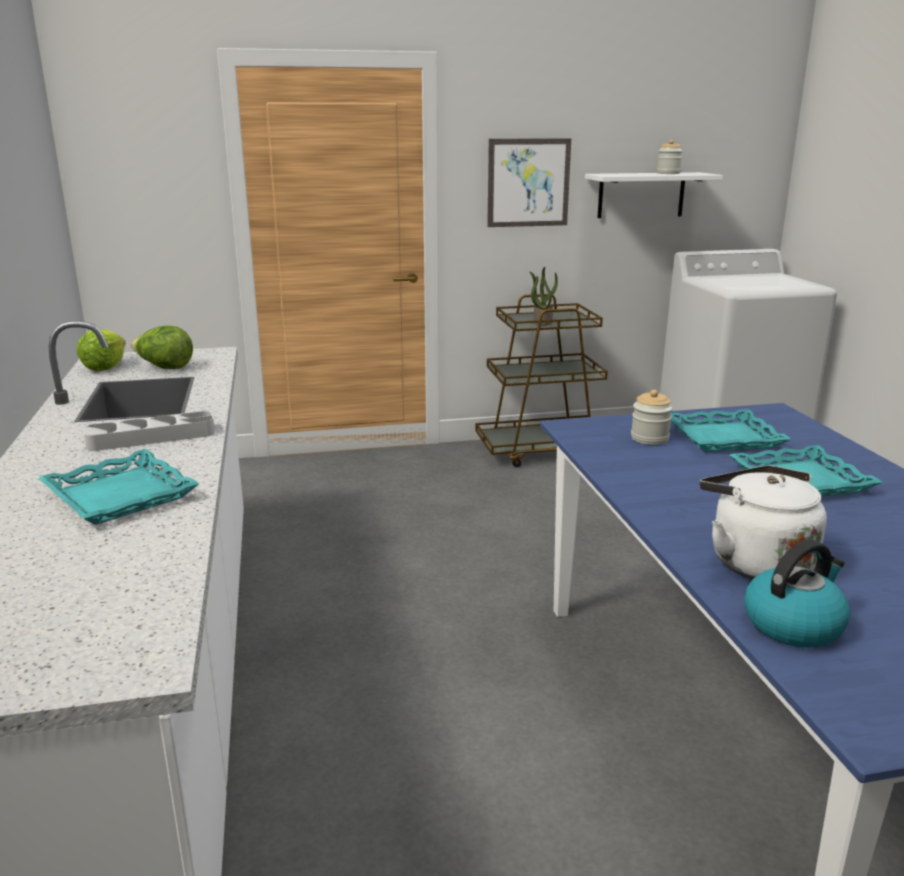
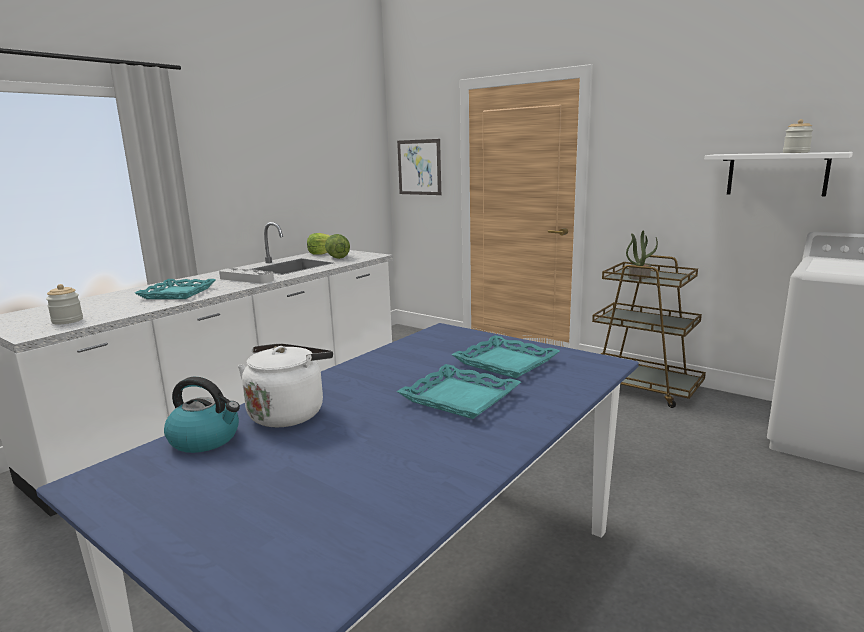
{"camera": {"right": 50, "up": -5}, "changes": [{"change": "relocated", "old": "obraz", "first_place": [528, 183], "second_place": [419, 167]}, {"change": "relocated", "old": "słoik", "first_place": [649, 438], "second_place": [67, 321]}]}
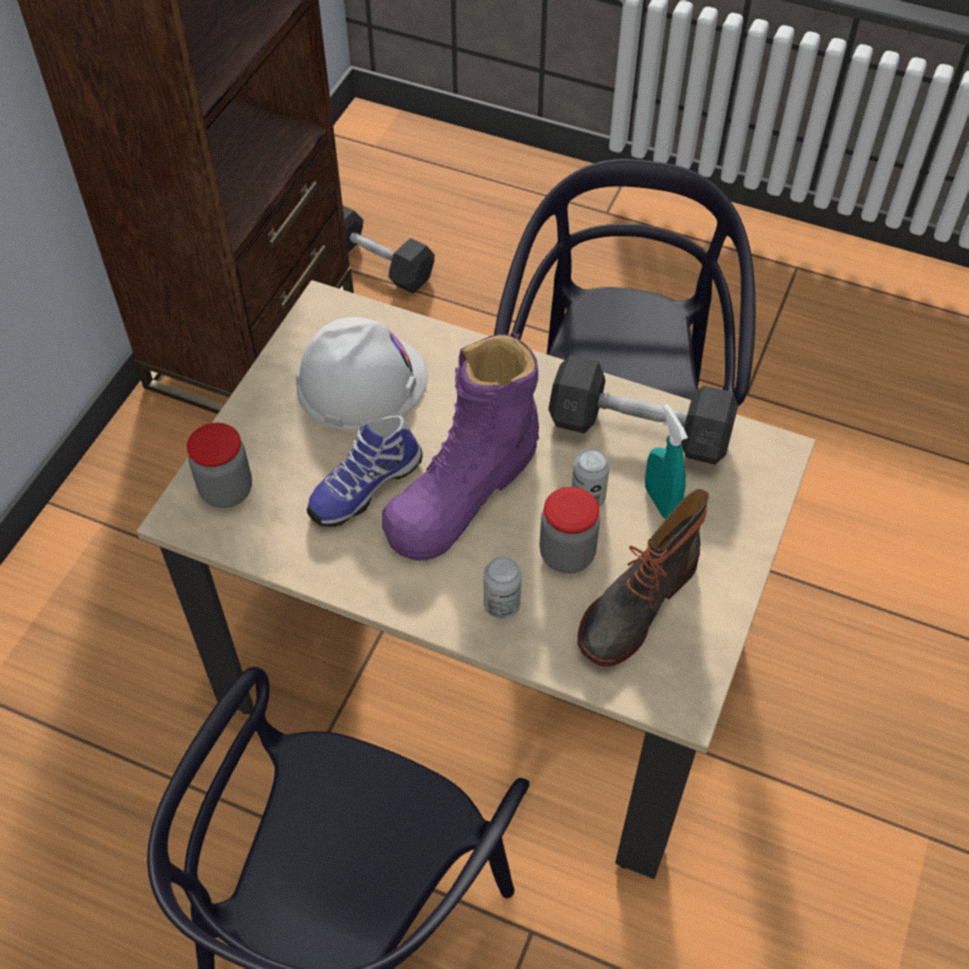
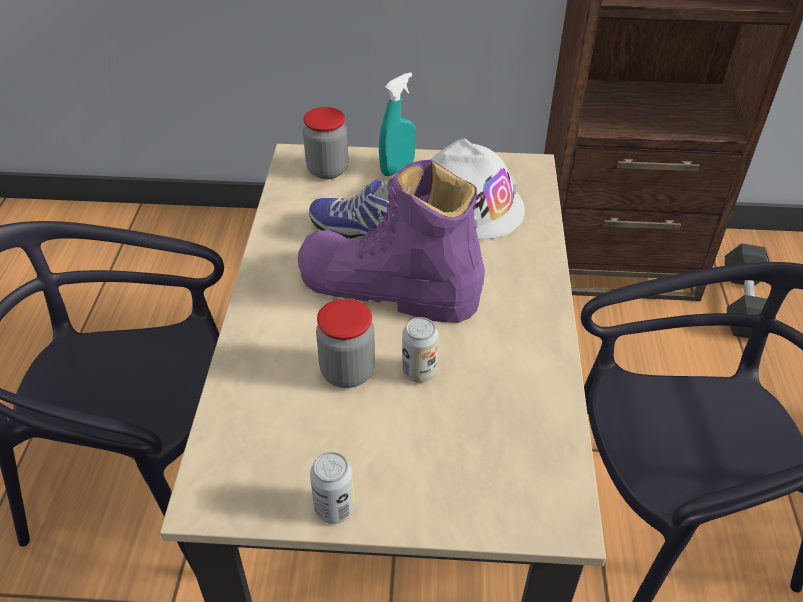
{"camera": {"right": 70, "up": -10}, "changes": [{"change": "relocated", "old": "puszka", "first_place": [501, 605], "second_place": [334, 508]}, {"change": "missing", "old": "hantel (szary)", "first_place": [639, 430]}, {"change": "missing", "old": "but z cholewką", "first_place": [635, 604]}, {"change": "relocated", "old": "spryskiwacz (turkusowy)", "first_place": [660, 502], "second_place": [397, 169]}]}
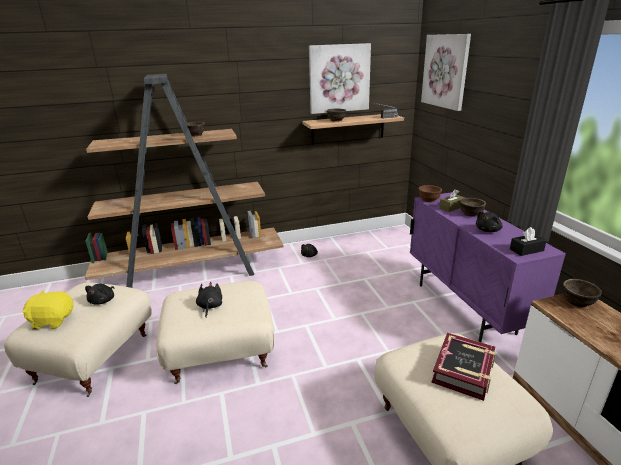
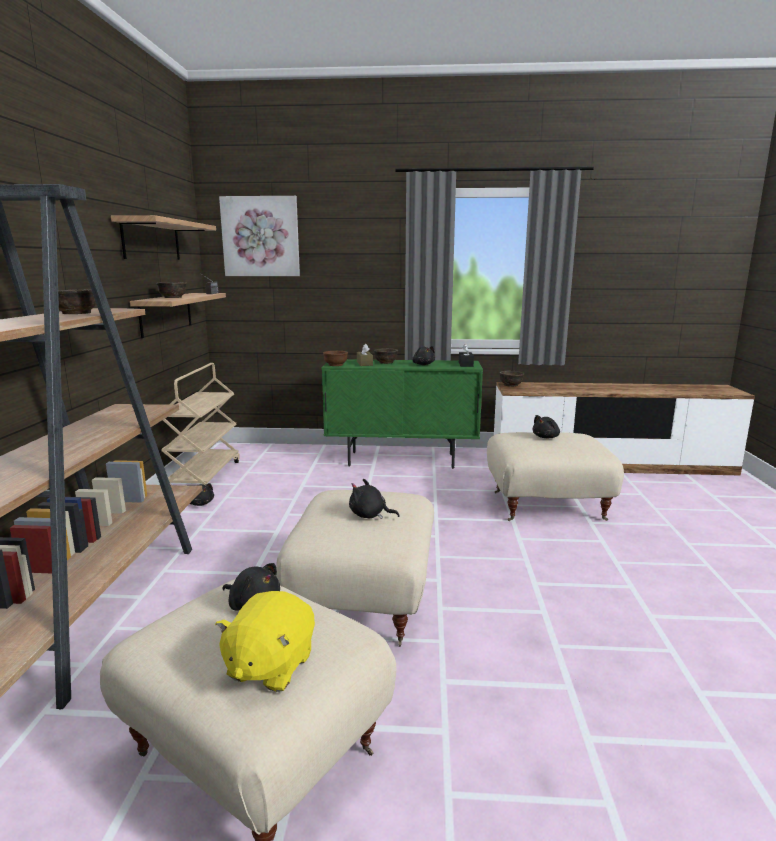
{"camera": {"right": -70, "up": -10}, "changes": [{"change": "exchanged", "old": "obraz", "new": "półka", "first_place": [339, 78], "second_place": [152, 240]}, {"change": "colour", "old": "szafka (fioletowy)", "new": "szafka (zielony)", "first_place": [464, 308], "second_place": [402, 460]}, {"change": "exchanged", "old": "książka", "new": "pluszak (czarny)", "first_place": [464, 370], "second_place": [546, 437]}, {"change": "appeared", "new": "wózek (beżowy)", "second_place": [204, 476]}]}
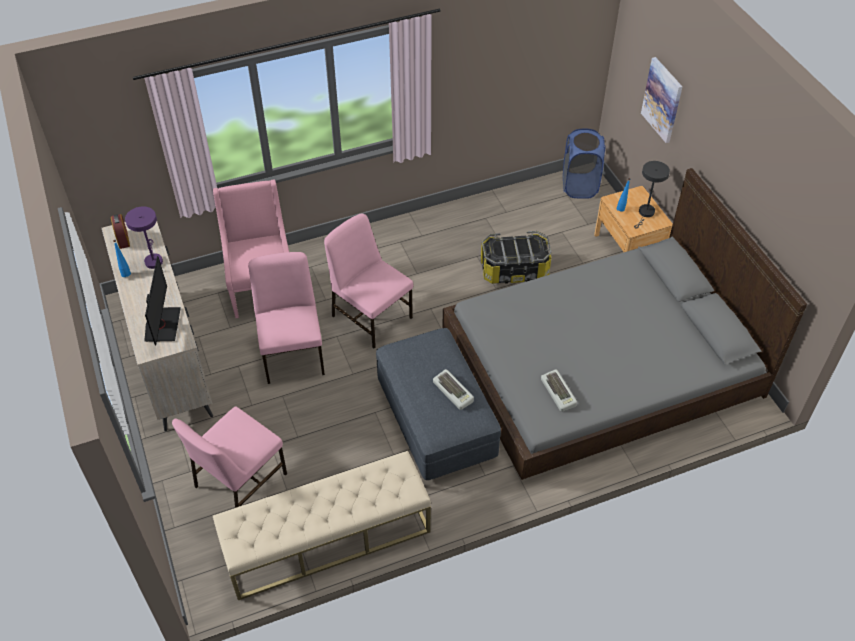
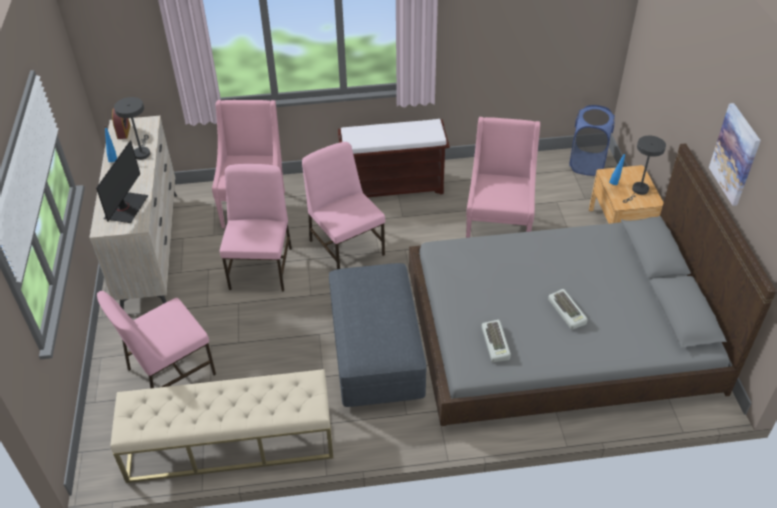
{"camera": {"right": 15, "up": -5}, "changes": [{"change": "colour", "old": "lampa stołowa (fioletowy)", "new": "lampa stołowa (szary)", "first_place": [153, 259], "second_place": [142, 152]}, {"change": "relocated", "old": "klawiatura", "first_place": [454, 391], "second_place": [568, 311]}, {"change": "exchanged", "old": "pojemnik do przechowywania", "new": "fotel (różowy)", "first_place": [514, 270], "second_place": [498, 228]}, {"change": "relocated", "old": "obraz", "first_place": [662, 100], "second_place": [735, 154]}, {"change": "appeared", "new": "ławka (brązowy)", "second_place": [394, 186]}]}
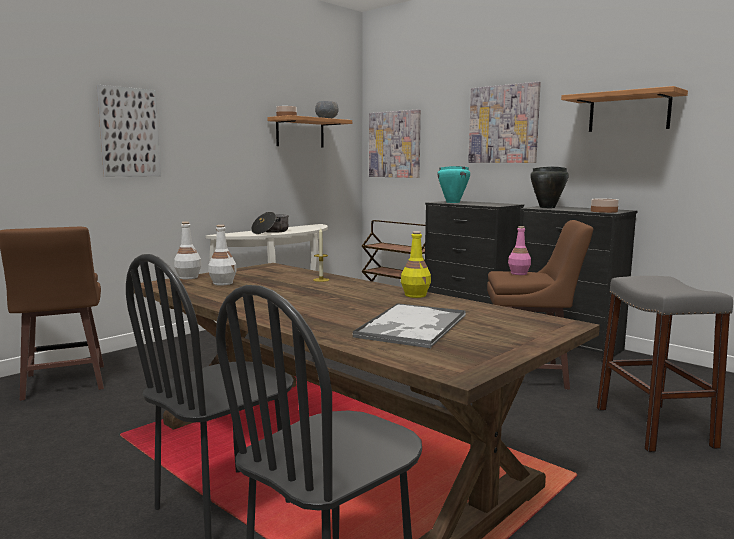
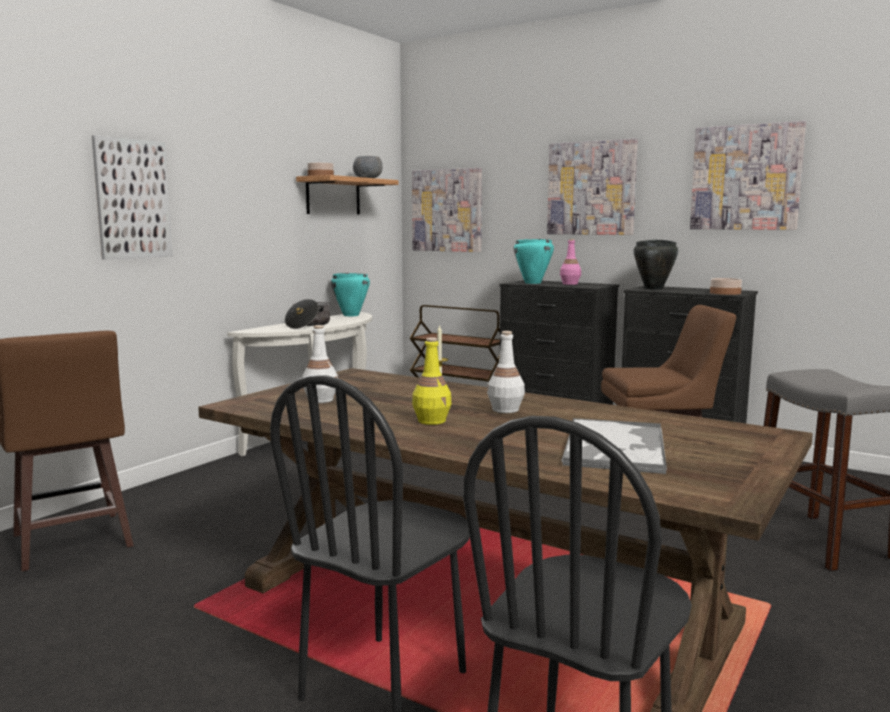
{"camera": {"right": -10, "up": 0}, "changes": [{"change": "relocated", "old": "butelka (biały)", "first_place": [188, 277], "second_place": [505, 410]}, {"change": "relocated", "old": "butelka (żółty)", "first_place": [415, 295], "second_place": [432, 421]}, {"change": "relocated", "old": "butelka (różowy)", "first_place": [519, 273], "second_place": [570, 284]}, {"change": "exchanged", "old": "półka", "new": "obraz", "first_place": [629, 112], "second_place": [746, 177]}, {"change": "appeared", "new": "garnek (turkusowy)", "second_place": [351, 315]}]}
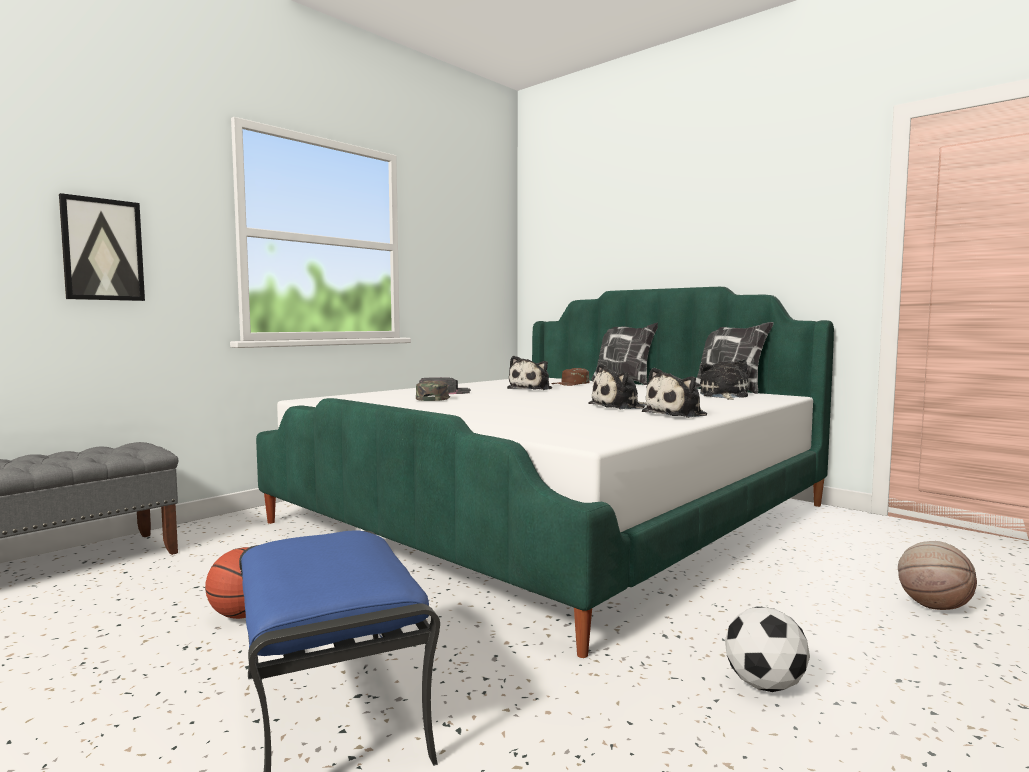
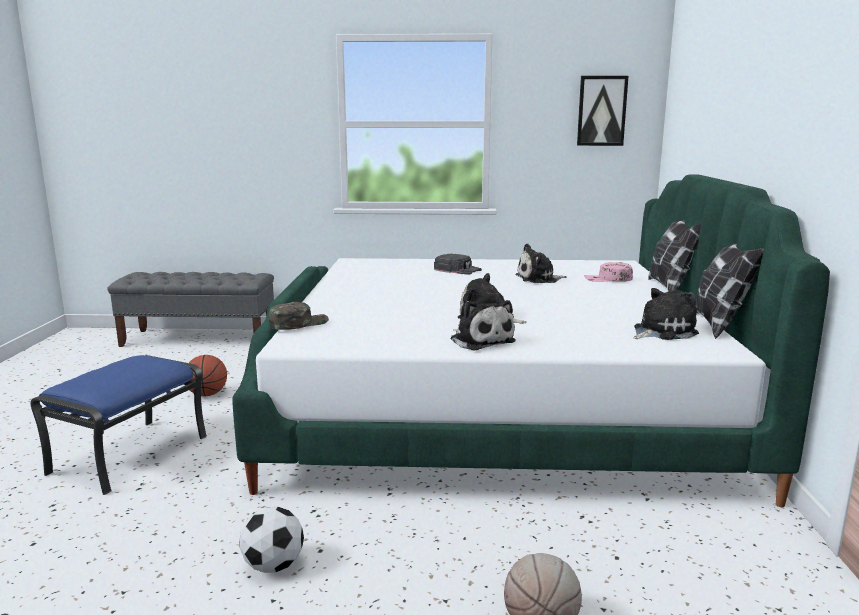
{"camera": {"right": 50, "up": 10}, "changes": [{"change": "relocated", "old": "obraz", "first_place": [102, 249], "second_place": [601, 111]}, {"change": "relocated", "old": "czapka z daszkiem (zielony)", "first_place": [433, 399], "second_place": [298, 323]}, {"change": "colour", "old": "czapka z daszkiem (brązowy)", "new": "czapka z daszkiem (różowy)", "first_place": [571, 384], "second_place": [608, 279]}, {"change": "spun", "old": "pluszak", "first_place": [677, 414], "second_place": [480, 340], "degrees": -135}]}
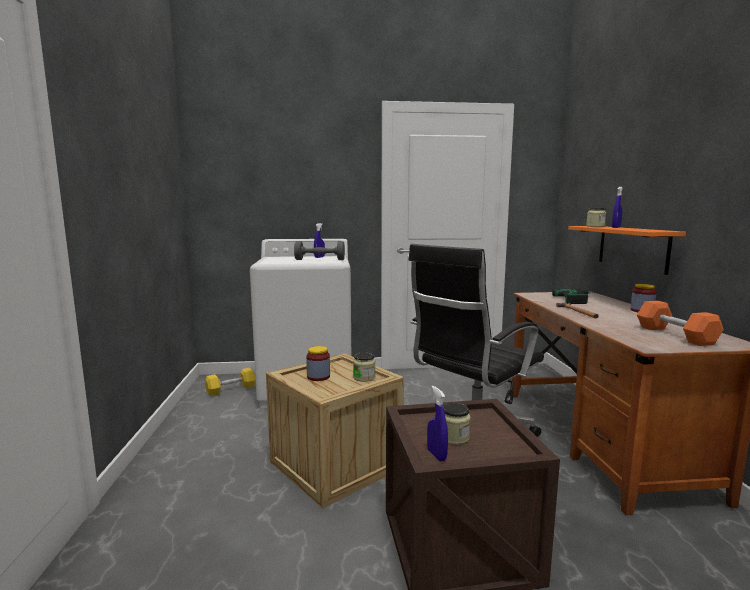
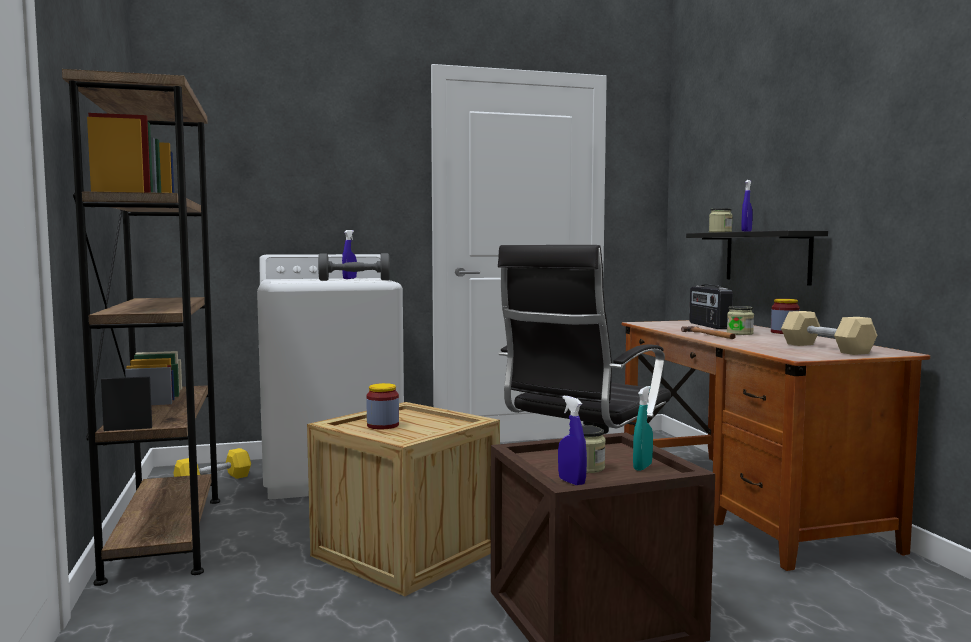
{"camera": {"right": -10, "up": -5}, "changes": [{"change": "relocated", "old": "słoik", "first_place": [364, 377], "second_place": [739, 333]}, {"change": "exchanged", "old": "wiertarka", "new": "radio", "first_place": [580, 299], "second_place": [708, 326]}, {"change": "colour", "old": "półka (pomarańczowy)", "new": "półka (czarny)", "first_place": [632, 248], "second_place": [767, 257]}, {"change": "colour", "old": "hantel (pomarańczowy)", "new": "hantel (beżowy)", "first_place": [675, 335], "second_place": [826, 348]}, {"change": "appeared", "new": "regał (brązowy)", "second_place": [165, 537]}, {"change": "appeared", "new": "spryskiwacz (turkusowy)", "second_place": [642, 467]}]}
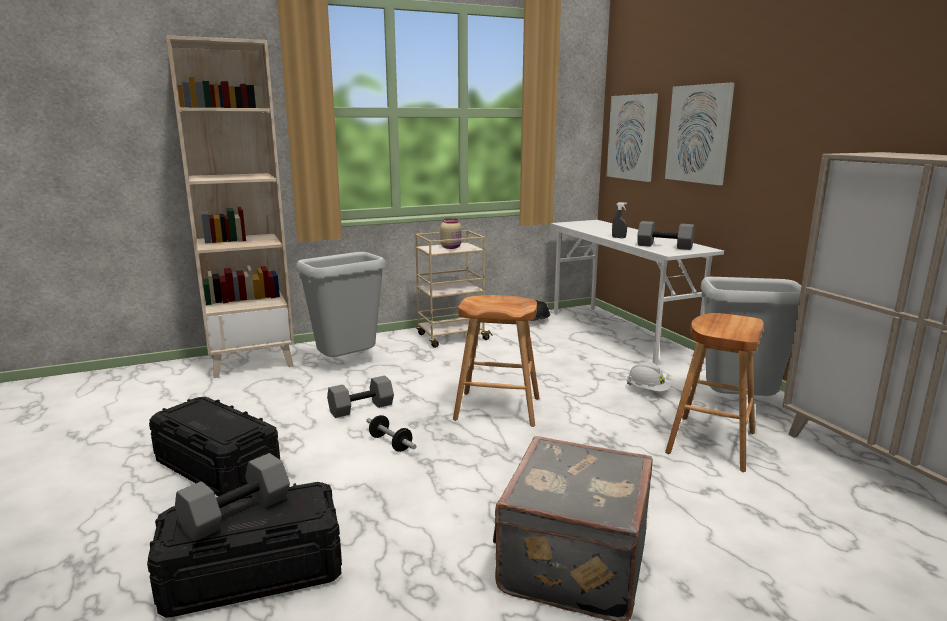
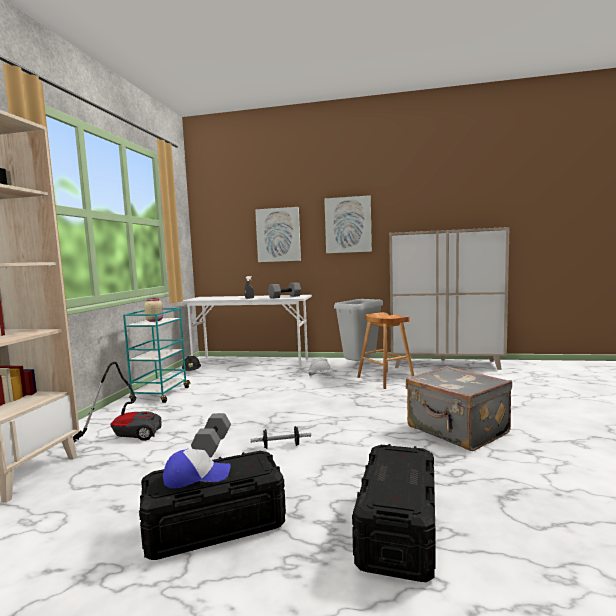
{"camera": {"right": -55, "up": -10}, "changes": [{"change": "missing", "old": "hantel (szary)", "first_place": [236, 512]}, {"change": "exchanged", "old": "kosz na śmieci (szary)", "new": "odkurzacz", "first_place": [347, 364], "second_place": [125, 435]}, {"change": "colour", "old": "wózek (beżowy)", "new": "wózek (turkusowy)", "first_place": [451, 337], "second_place": [160, 395]}, {"change": "missing", "old": "stołek (brązowy)", "first_place": [497, 409]}, {"change": "relocated", "old": "obraz", "first_place": [632, 137], "second_place": [348, 225]}, {"change": "appeared", "new": "czapka z daszkiem", "second_place": [196, 476]}]}
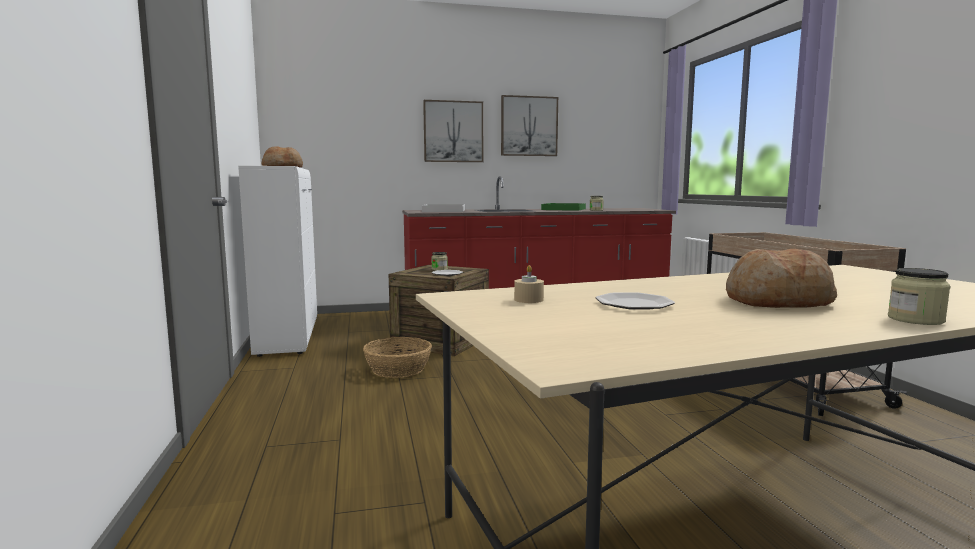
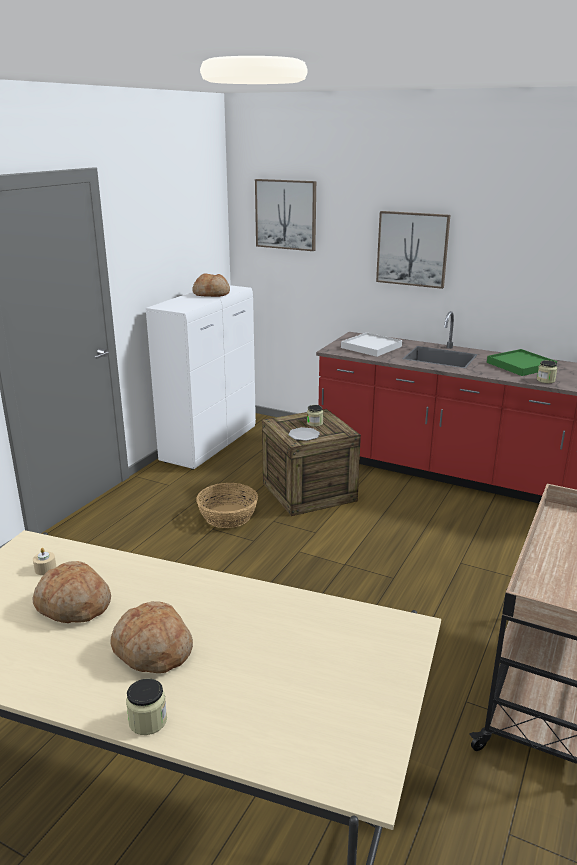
{"camera": {"right": 40, "up": 15}, "changes": [{"change": "relocated", "old": "obraz", "first_place": [529, 126], "second_place": [286, 214]}, {"change": "exchanged", "old": "talerz", "new": "chleb", "first_place": [633, 304], "second_place": [73, 605]}]}
